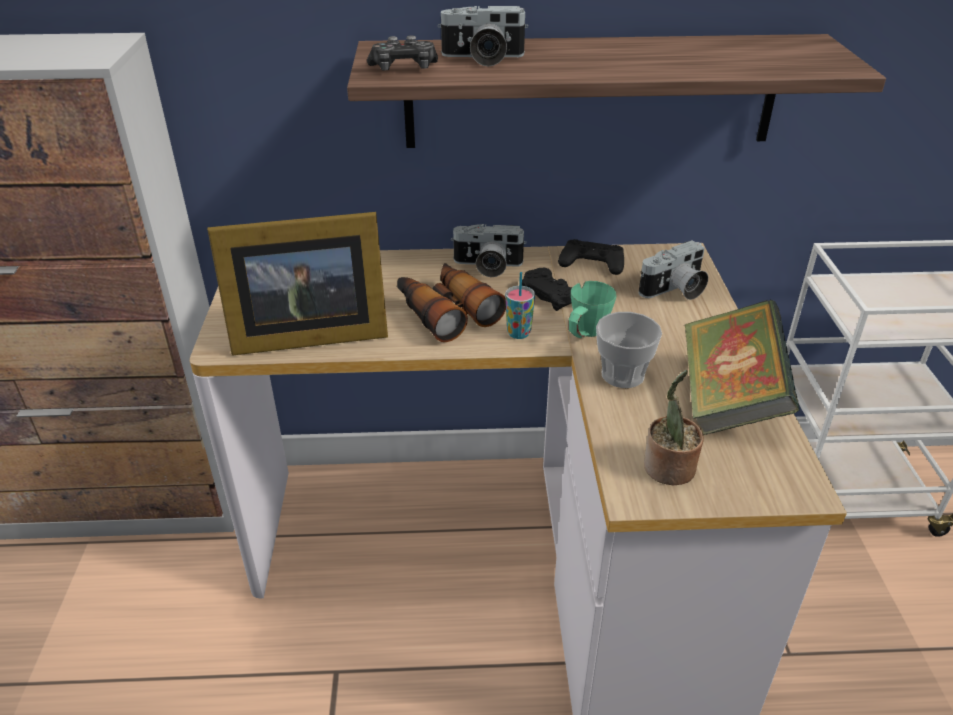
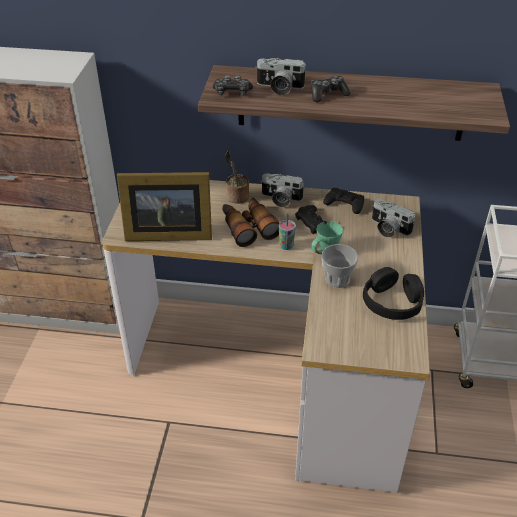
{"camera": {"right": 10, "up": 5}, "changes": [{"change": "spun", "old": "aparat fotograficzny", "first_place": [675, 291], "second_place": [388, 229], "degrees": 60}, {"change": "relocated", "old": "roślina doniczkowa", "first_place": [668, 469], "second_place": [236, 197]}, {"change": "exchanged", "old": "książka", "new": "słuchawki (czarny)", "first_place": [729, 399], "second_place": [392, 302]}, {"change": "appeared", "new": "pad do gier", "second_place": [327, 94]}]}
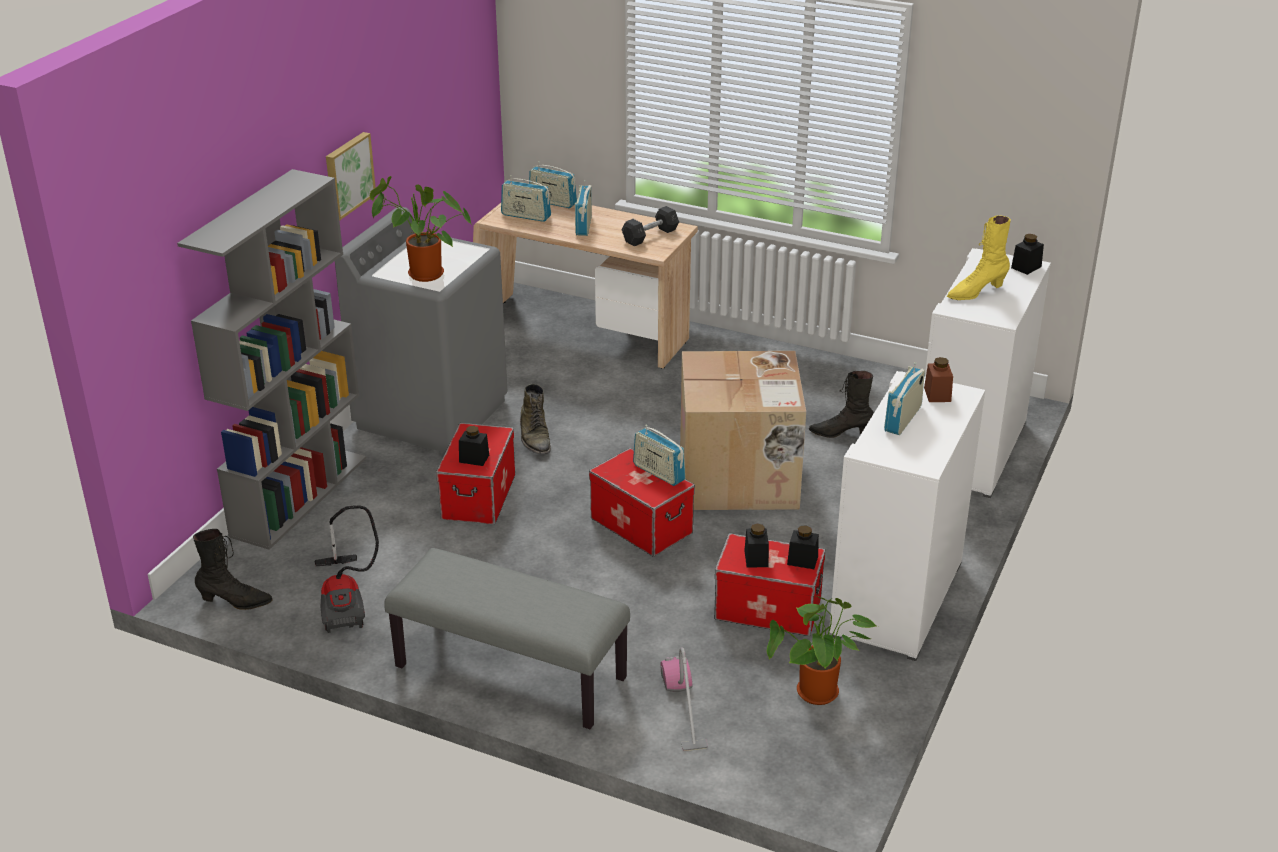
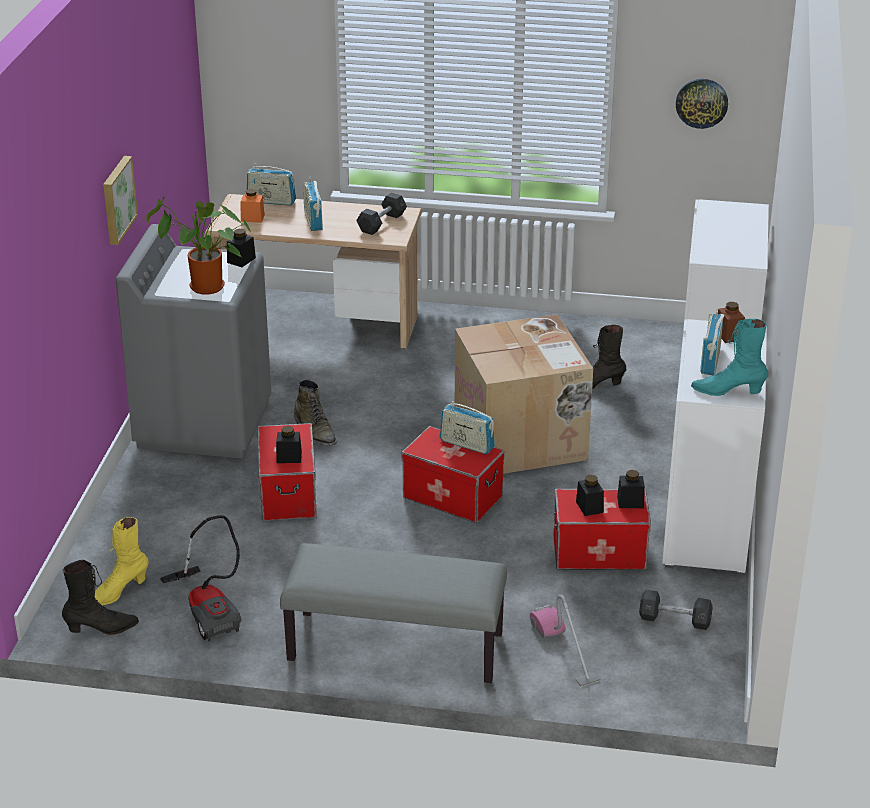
{"camera": {"right": -15, "up": 0}, "changes": [{"change": "missing", "old": "regał (szary)", "first_place": [299, 495]}, {"change": "exchanged", "old": "radio", "new": "słoik (pomarańczowy)", "first_place": [526, 216], "second_place": [252, 218]}, {"change": "exchanged", "old": "roślina doniczkowa", "new": "hantel (szary)", "first_place": [817, 696], "second_place": [674, 619]}, {"change": "relocated", "old": "but z cholewką (żółty)", "first_place": [976, 292], "second_place": [118, 592]}, {"change": "relocated", "old": "słoik (czarny)", "first_place": [1026, 267], "second_place": [241, 260]}, {"change": "appeared", "new": "zegar ścienny", "second_place": [701, 103]}, {"change": "appeared", "new": "but z cholewką (turkusowy)", "second_place": [728, 391]}]}
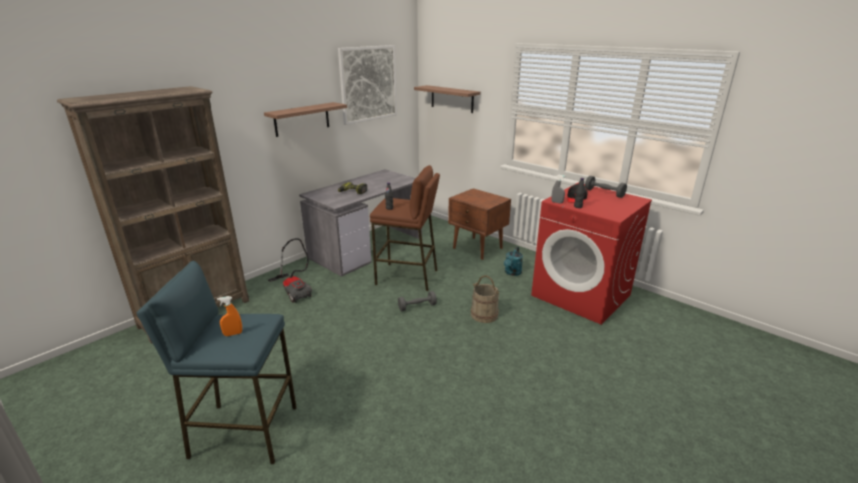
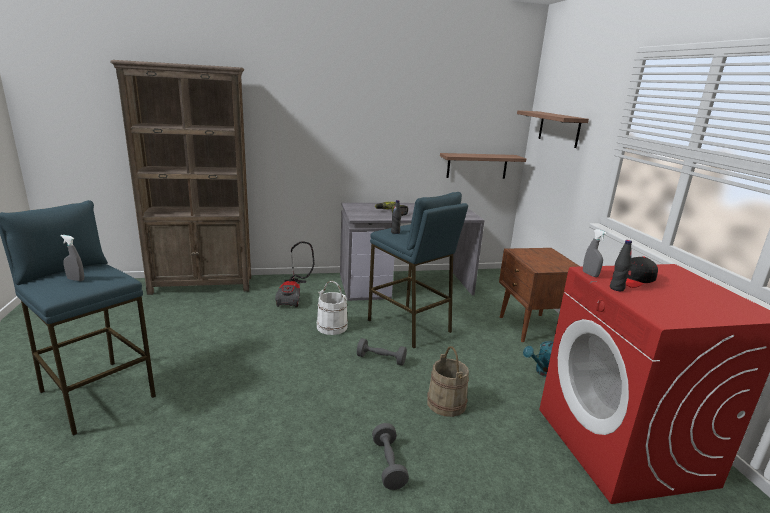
{"camera": {"right": 35, "up": -5}, "changes": [{"change": "colour", "old": "spryskiwacz (pomarańczowy)", "new": "spryskiwacz (szary)", "first_place": [233, 334], "second_place": [75, 279]}, {"change": "relocated", "old": "półka", "first_place": [302, 119], "second_place": [477, 166]}, {"change": "missing", "old": "obraz", "first_place": [368, 84]}, {"change": "colour", "old": "stołek (brązowy)", "new": "stołek (niebieski)", "first_place": [407, 277], "second_place": [409, 326]}, {"change": "relocated", "old": "hantel (szary)", "first_place": [604, 193], "second_place": [388, 464]}, {"change": "appeared", "new": "wiadro (biały)", "second_place": [332, 327]}]}
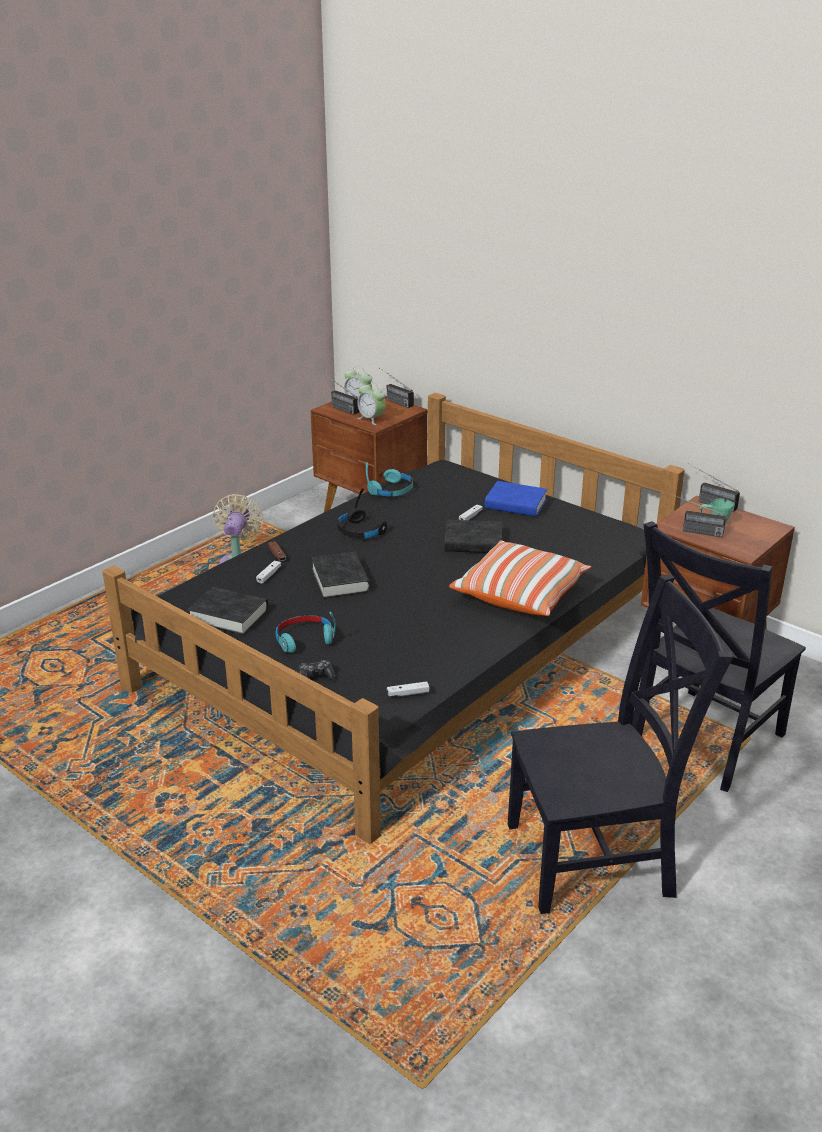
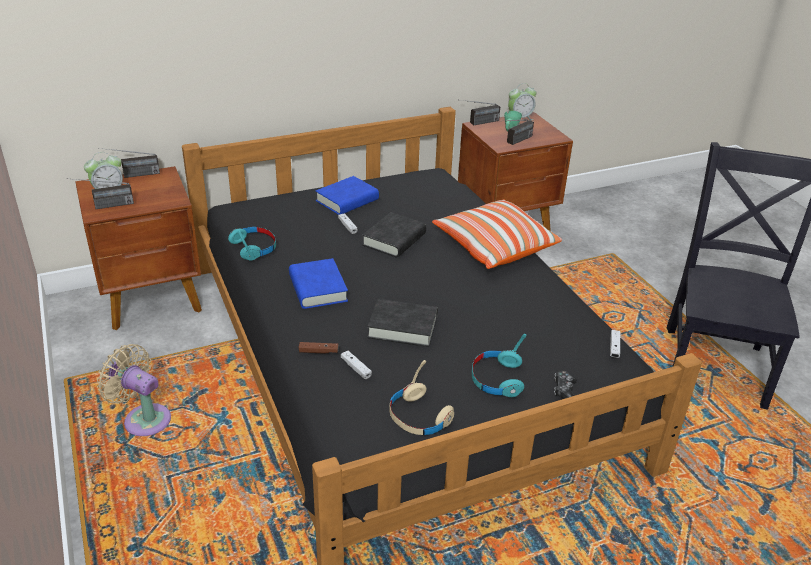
{"camera": {"right": -65, "up": 5}, "changes": [{"change": "exchanged", "old": "książka (czarny)", "new": "słuchawki (beżowy)", "first_place": [229, 616], "second_place": [418, 417]}, {"change": "exchanged", "old": "słuchawki (czarny)", "new": "książka (niebieski)", "first_place": [360, 531], "second_place": [318, 288]}, {"change": "relocated", "old": "budzik", "first_place": [371, 419], "second_place": [520, 118]}, {"change": "missing", "old": "krzesło (czarny)", "first_place": [702, 740]}]}
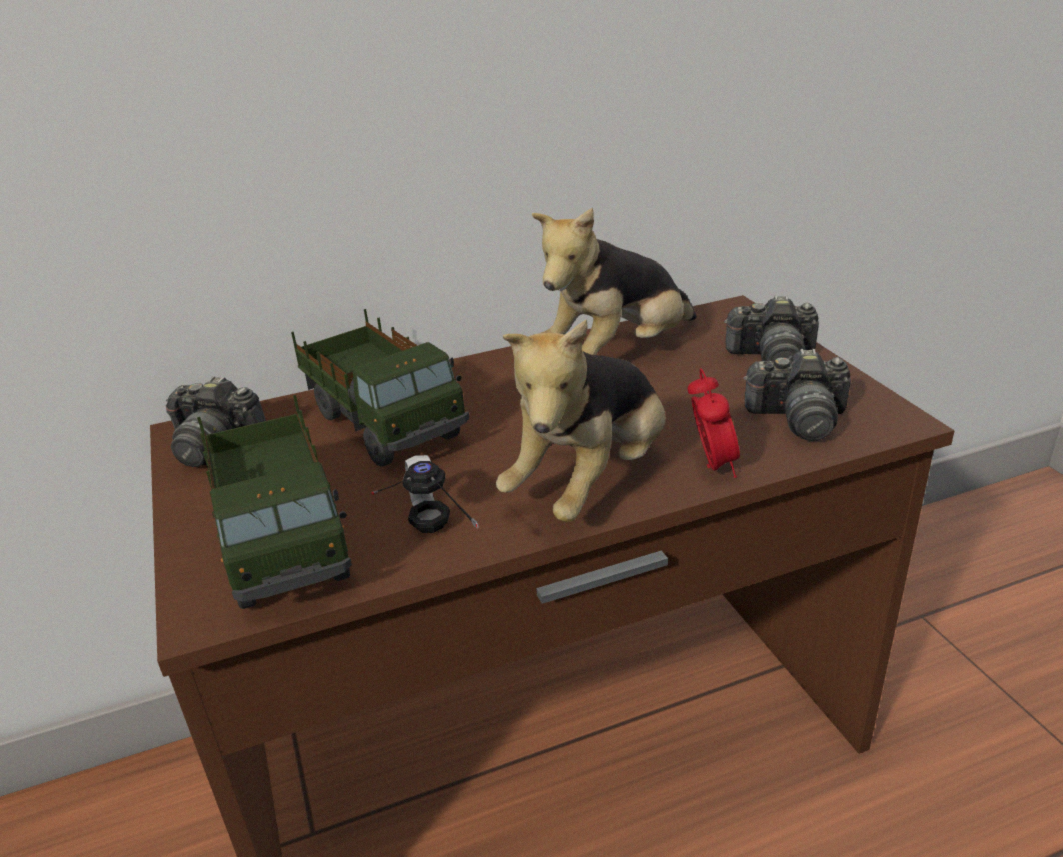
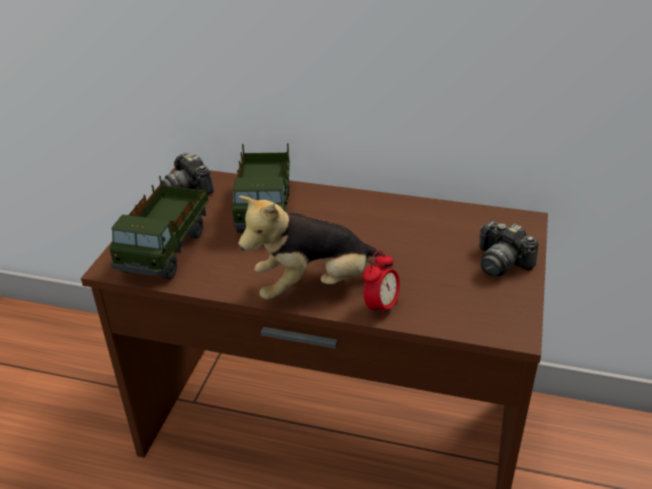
{"camera": {"right": 35, "up": 5}, "changes": [{"change": "missing", "old": "słuchawki", "first_place": [424, 544]}, {"change": "missing", "old": "pluszak", "first_place": [617, 356]}, {"change": "missing", "old": "aparat fotograficzny", "first_place": [798, 419]}]}
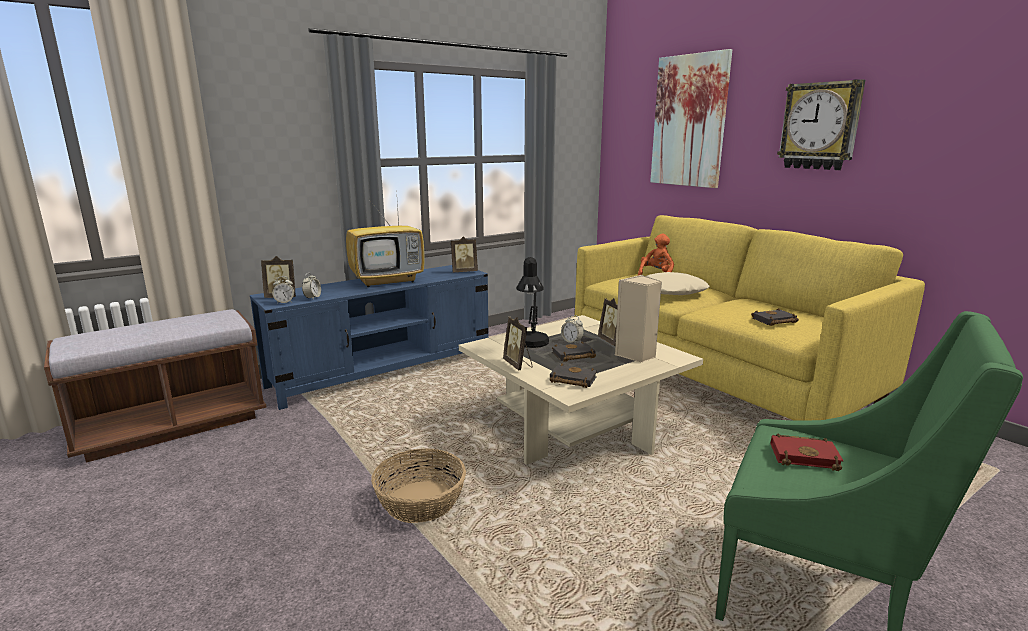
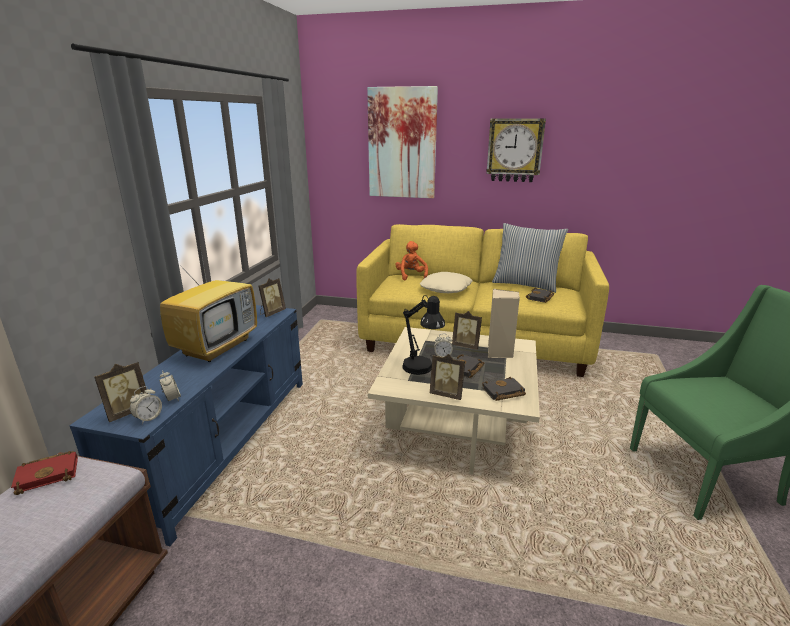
{"camera": {"right": -40, "up": 5}, "changes": [{"change": "missing", "old": "koszyk", "first_place": [420, 501]}, {"change": "relocated", "old": "książka (czerwony)", "first_place": [805, 456], "second_place": [49, 474]}, {"change": "appeared", "new": "poduszka", "second_place": [525, 284]}]}
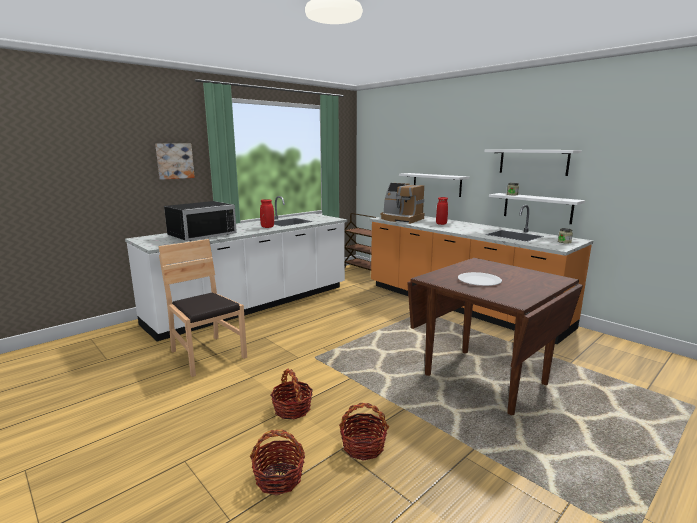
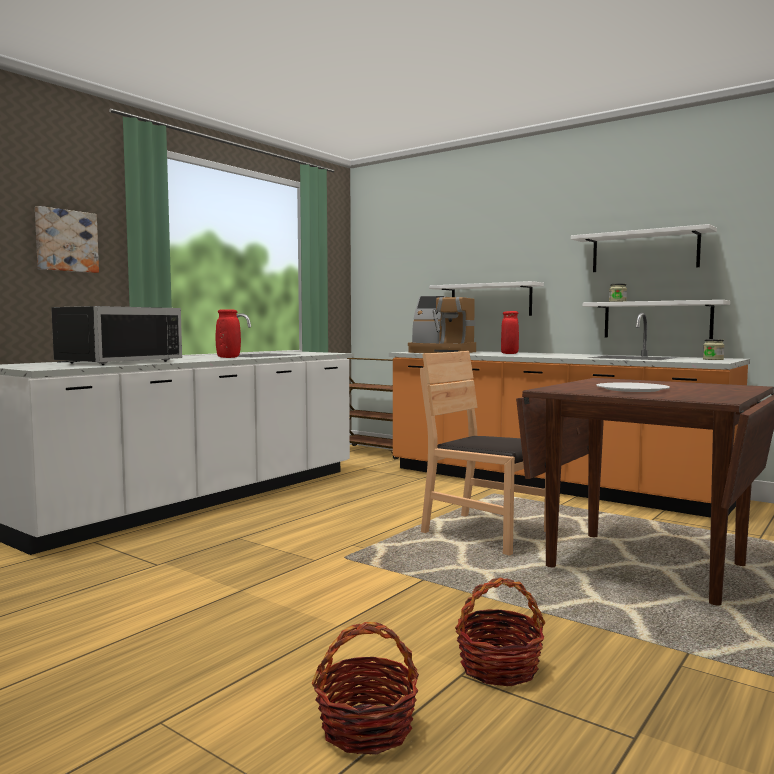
{"camera": {"right": -10, "up": -10}, "changes": [{"change": "relocated", "old": "krzesło (brązowy)", "first_place": [207, 355], "second_place": [486, 533]}, {"change": "missing", "old": "koszyk", "first_place": [292, 409]}]}
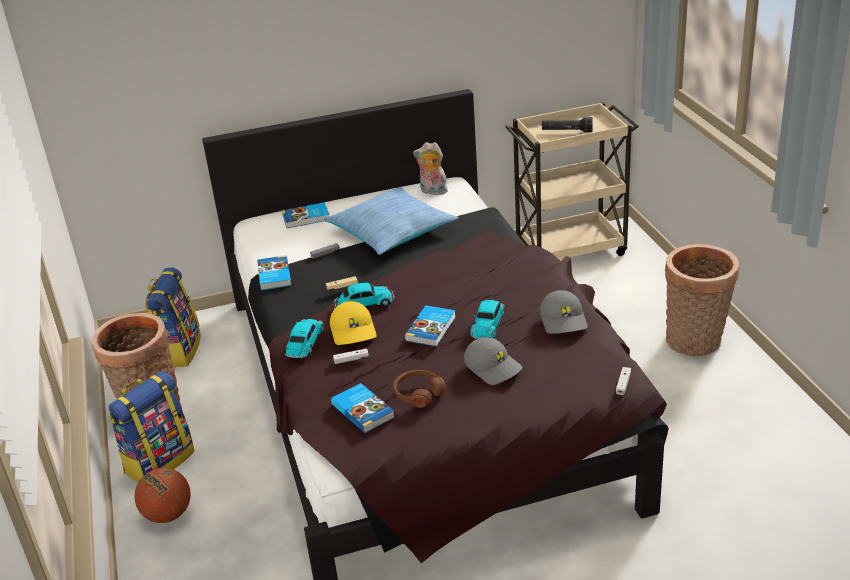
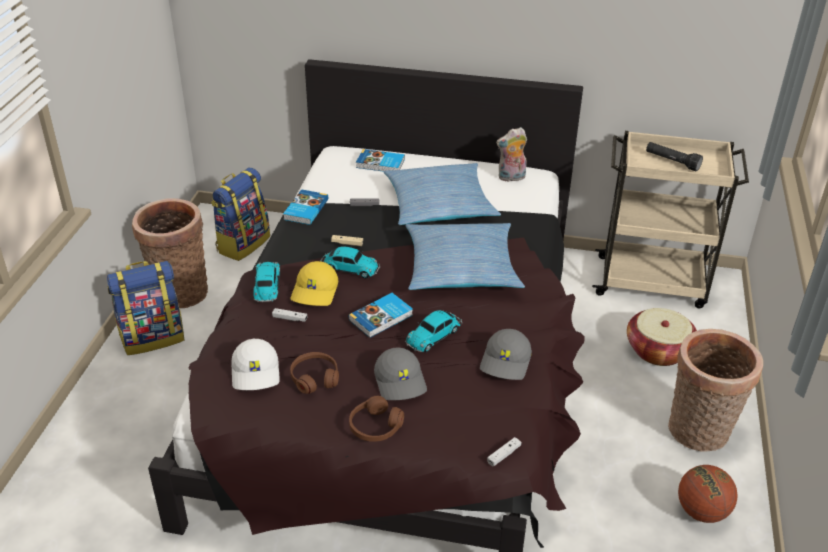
{"camera": {"right": 25, "up": 5}, "changes": [{"change": "relocated", "old": "piłka do koszykówki", "first_place": [168, 515], "second_place": [702, 511]}, {"change": "spun", "old": "samochodzik", "first_place": [305, 343], "second_place": [267, 286], "degrees": -45}, {"change": "exchanged", "old": "książka", "new": "czapka z daszkiem (biały)", "first_place": [363, 410], "second_place": [256, 373]}, {"change": "spun", "old": "pluszak", "first_place": [432, 191], "second_place": [511, 178], "degrees": -60}, {"change": "appeared", "new": "słuchawki (brązowy)", "second_place": [375, 426]}, {"change": "appeared", "new": "poduszka", "second_place": [461, 268]}, {"change": "appeared", "new": "koszyk", "second_place": [658, 350]}]}
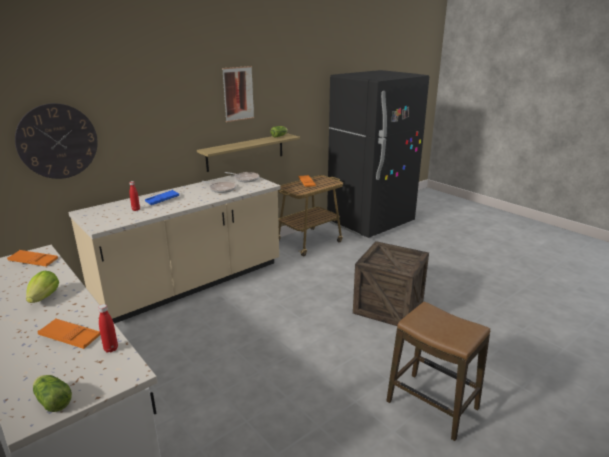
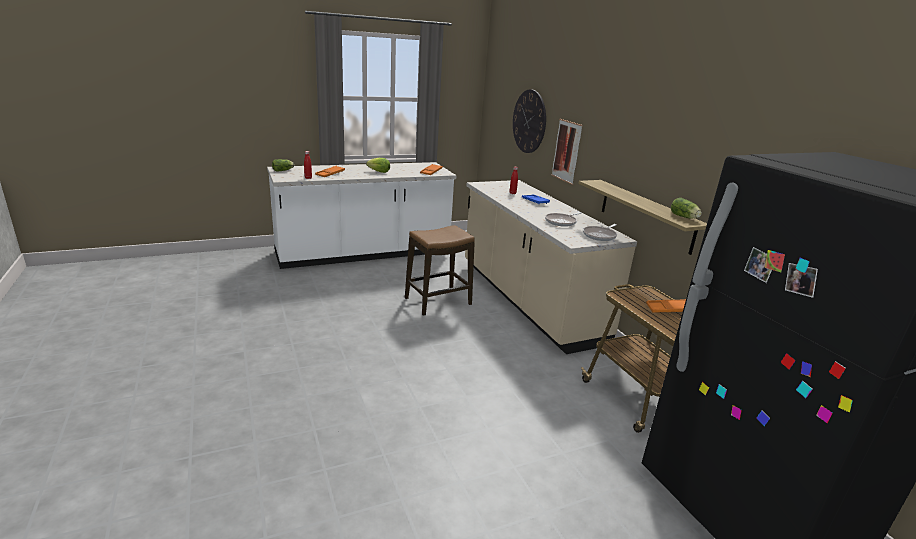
{"camera": {"right": 105, "up": 0}, "changes": [{"change": "relocated", "old": "obraz", "first_place": [238, 94], "second_place": [566, 151]}, {"change": "missing", "old": "skrzynka", "first_place": [388, 306]}, {"change": "relocated", "old": "stołek", "first_place": [431, 405], "second_place": [438, 301]}]}
